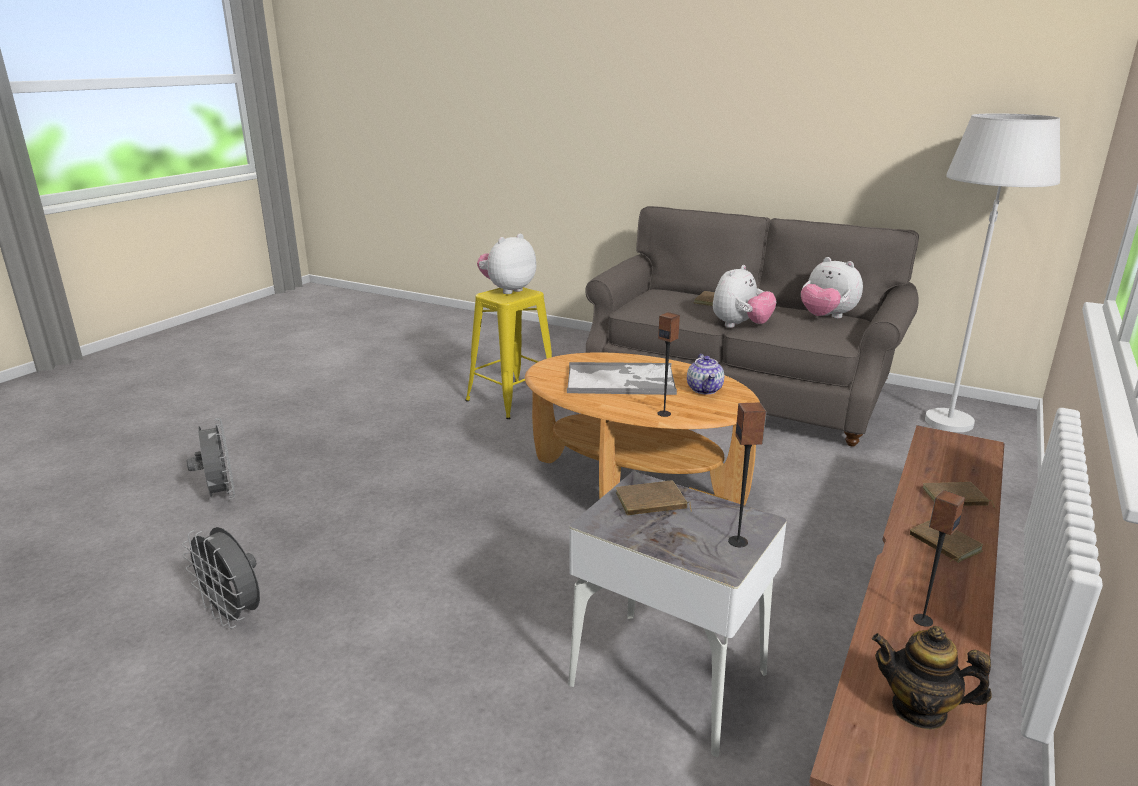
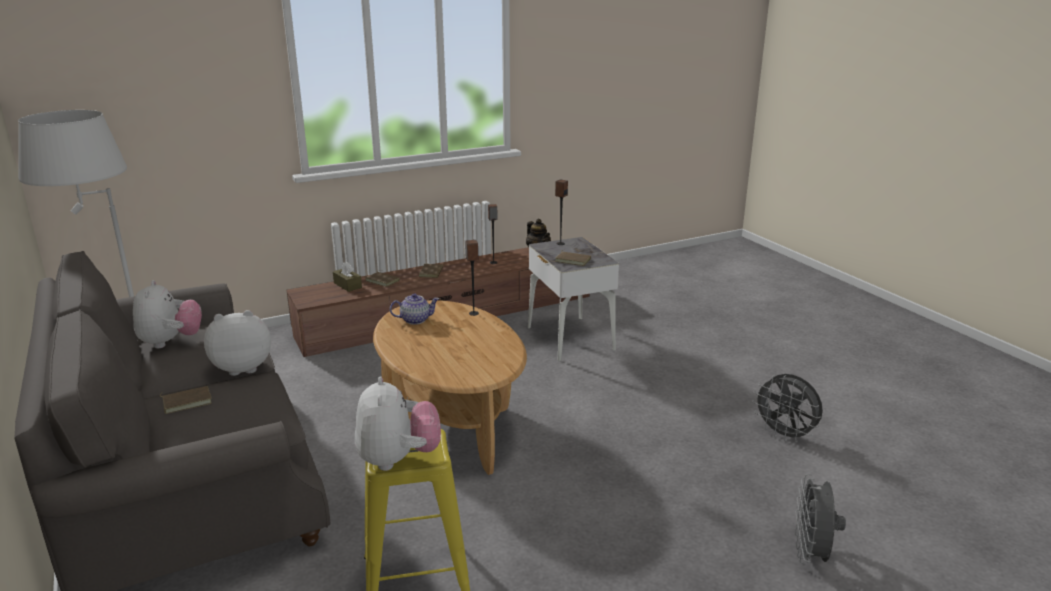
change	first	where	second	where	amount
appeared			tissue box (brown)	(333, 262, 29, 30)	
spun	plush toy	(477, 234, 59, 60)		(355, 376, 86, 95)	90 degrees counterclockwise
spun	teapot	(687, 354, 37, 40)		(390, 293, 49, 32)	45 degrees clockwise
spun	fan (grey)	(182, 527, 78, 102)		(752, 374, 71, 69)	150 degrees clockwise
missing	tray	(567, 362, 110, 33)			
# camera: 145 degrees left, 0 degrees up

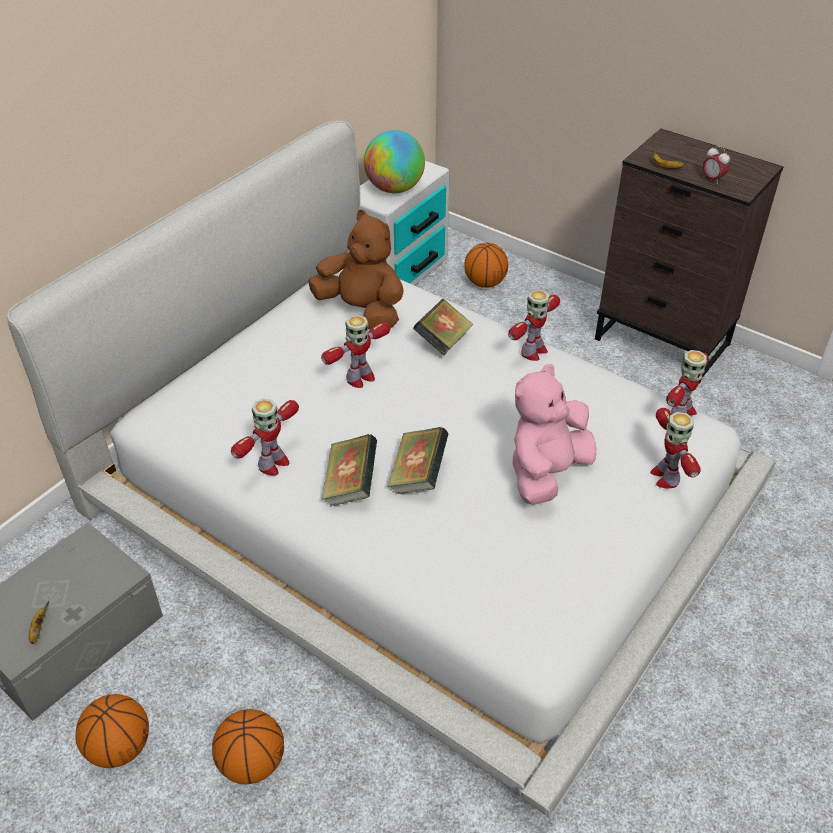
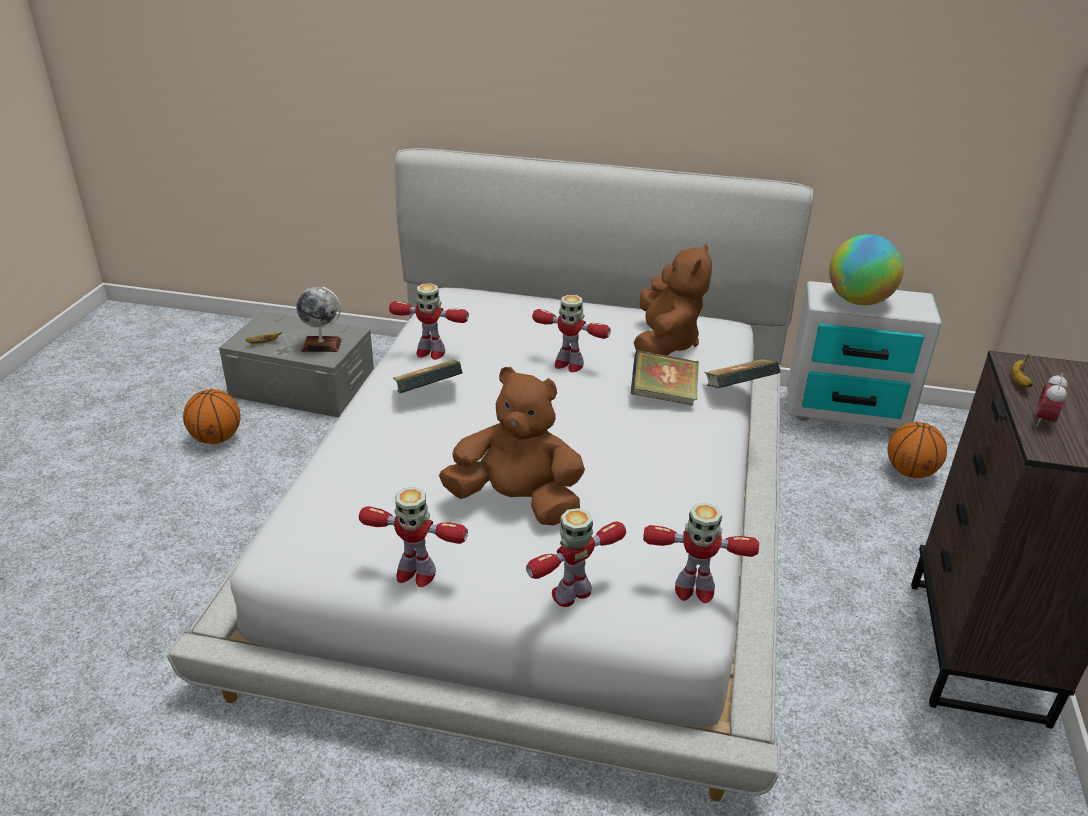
change	first	where	second	where	amount
appeared			globe	(296, 287, 46, 65)	
relocated	toy robot	(508, 290, 52, 71)		(359, 487, 109, 100)	
colour	plush toy (pink)	(512, 364, 84, 141)	plush toy (brown)	(439, 367, 146, 159)	
relocated	book	(387, 427, 61, 68)		(704, 359, 76, 29)	
missing	basketball	(212, 709, 72, 75)			
# camera: 65 degrees right, 10 degrees down

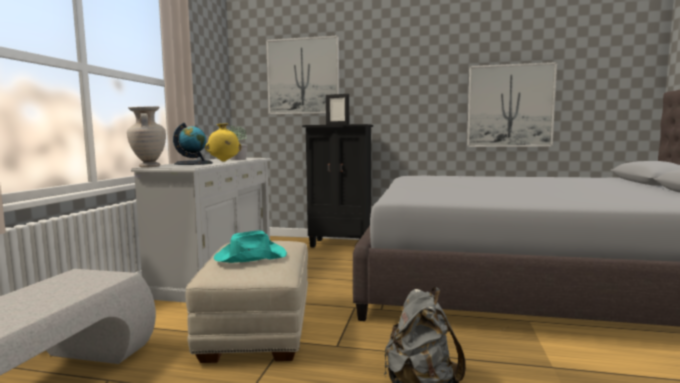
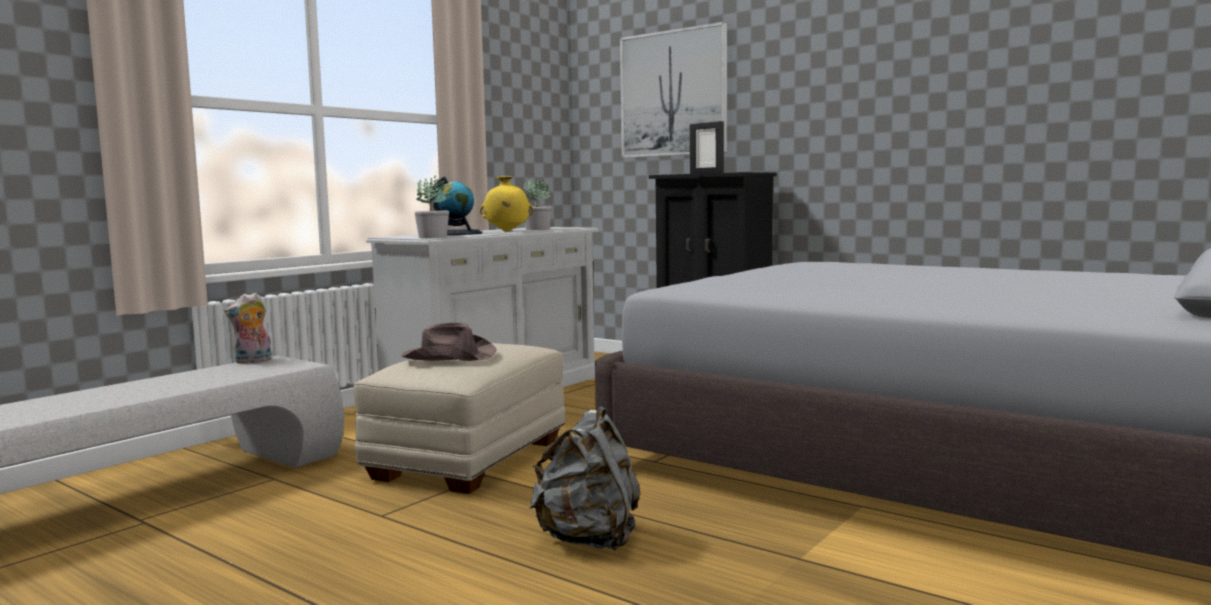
change	first	where	second	where	amount
appeared			plush toy	(225, 293, 47, 71)	
colour	hat (turquoise)	(214, 230, 73, 33)	hat (brown)	(401, 323, 96, 38)	
appeared			potted plant	(414, 175, 35, 63)	
missing	vase (beige)	(127, 106, 39, 62)			
missing	picture	(467, 62, 90, 85)			
# camera: 25 degrees right, 0 degrees up

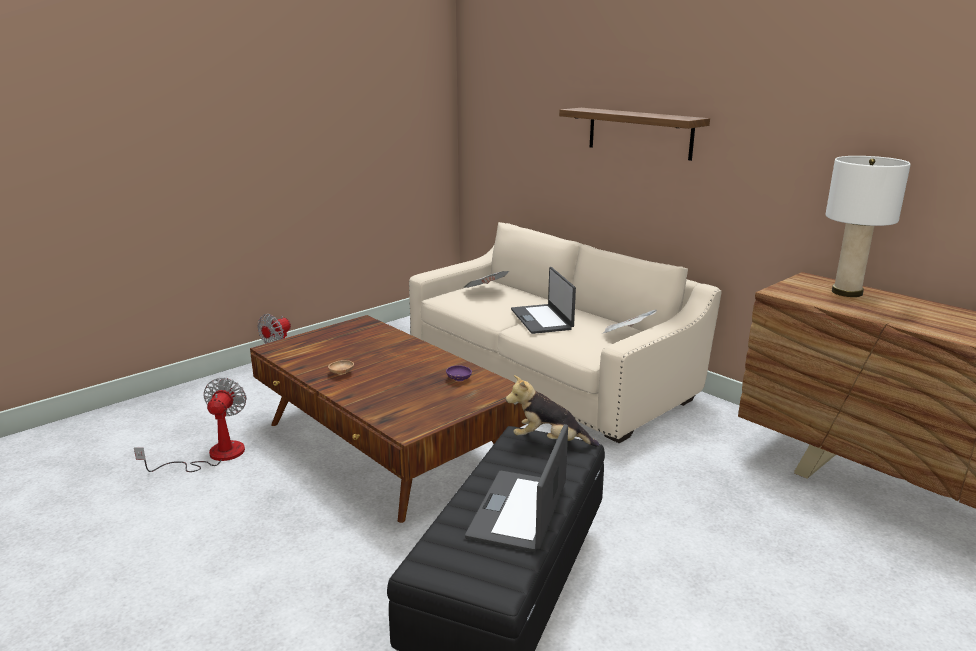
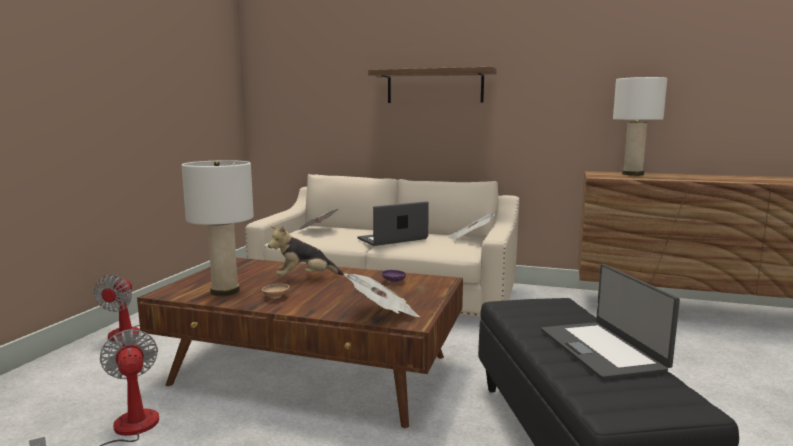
change	first	where	second	where	amount
appeared			table lamp (white)	(182, 160, 72, 136)	
relocated	plush toy	(506, 375, 93, 72)		(268, 226, 75, 50)	
appeared			newspaper	(344, 273, 76, 44)	
spun	laptop	(511, 267, 65, 67)		(357, 201, 72, 45)	105 degrees clockwise
# camera: 30 degrees left, 10 degrees down

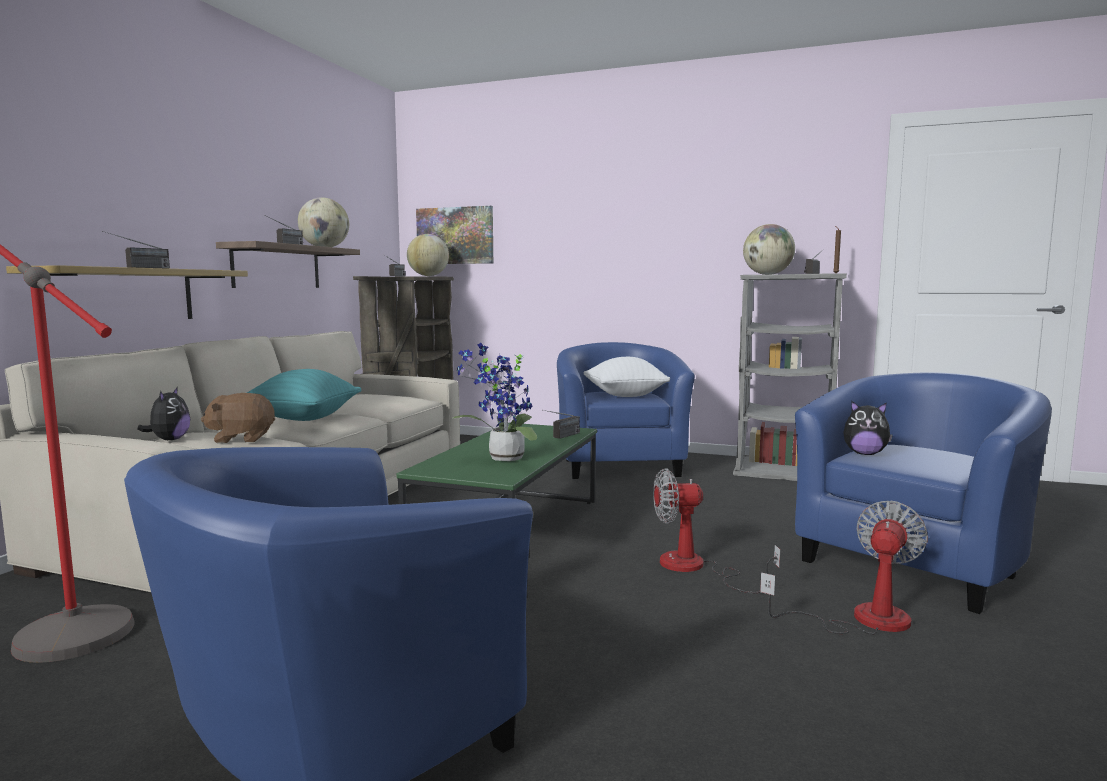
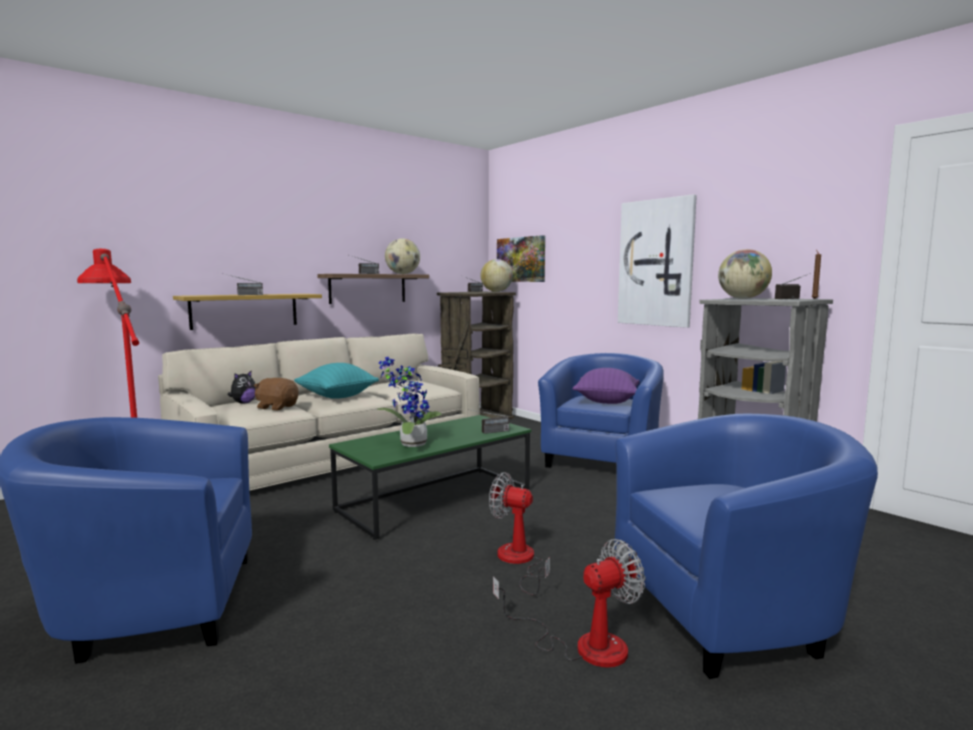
change	first	where	second	where	amount
colour	pillow (white)	(583, 357, 87, 40)	pillow (purple)	(573, 368, 66, 36)	
appeared			picture	(618, 194, 79, 134)	
missing	plush toy	(843, 401, 50, 54)			
# camera: 30 degrees right, 0 degrees up

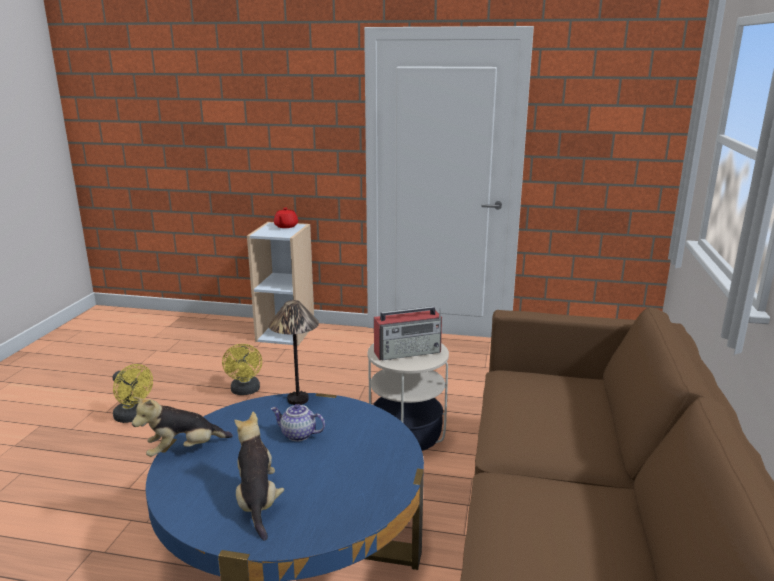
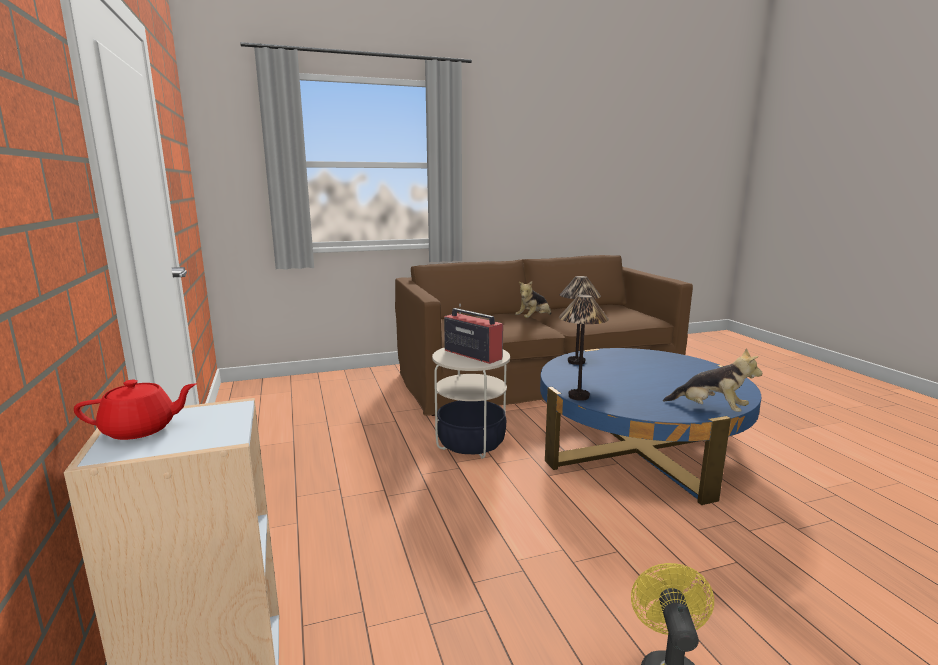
change	first	where	second	where	amount
relocated	plush toy	(234, 412, 50, 129)		(515, 281, 36, 37)	
appeared			table lamp	(560, 276, 41, 89)	
missing	fan (yellow)	(222, 344, 40, 51)			
missing	teapot	(271, 404, 54, 37)			
# camera: 120 degrees left, 5 degrees down

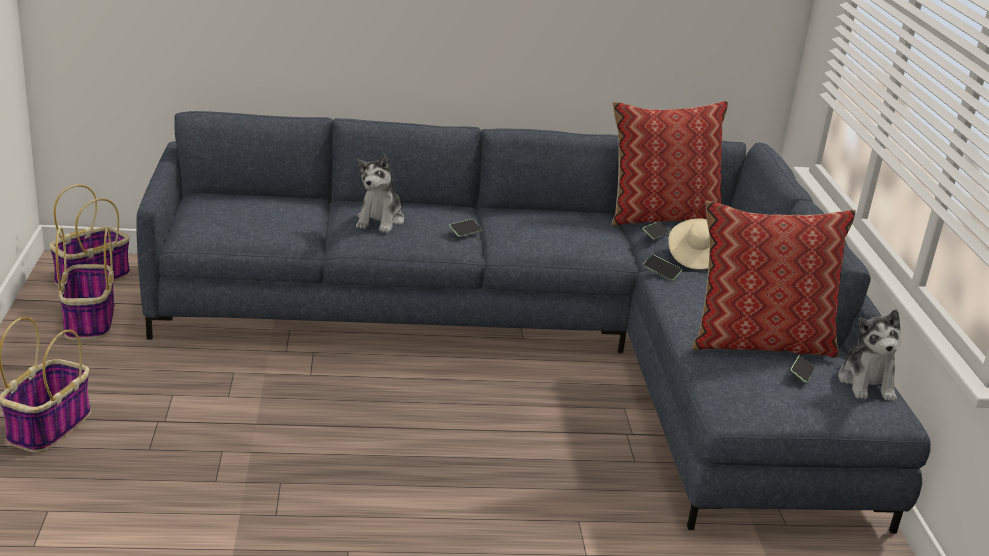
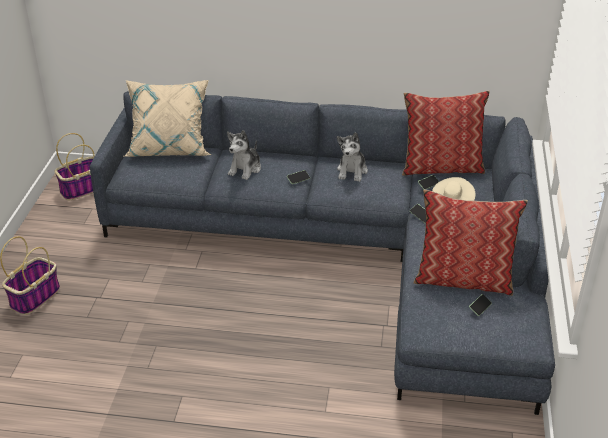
change	first	where	second	where	amount
appeared			pillow (beige)	(125, 80, 86, 77)	
relocated	plush toy	(838, 309, 63, 92)		(337, 132, 31, 50)	
missing	basket	(55, 227, 59, 113)			
# camera: 15 degrees right, 10 degrees up

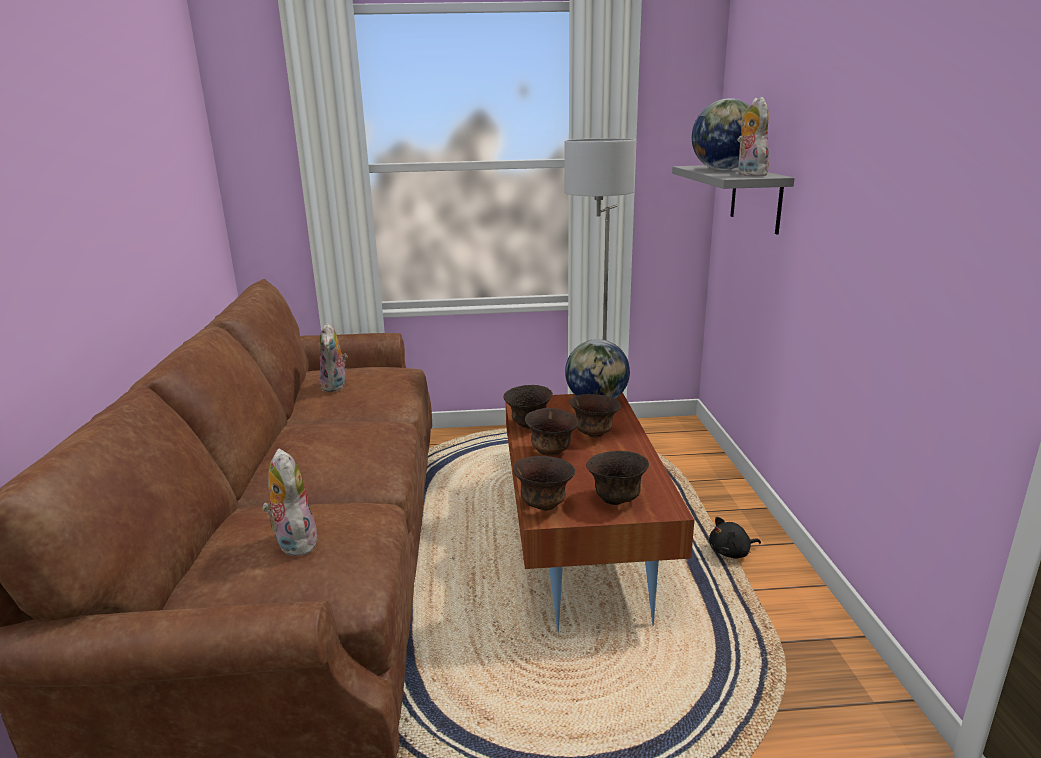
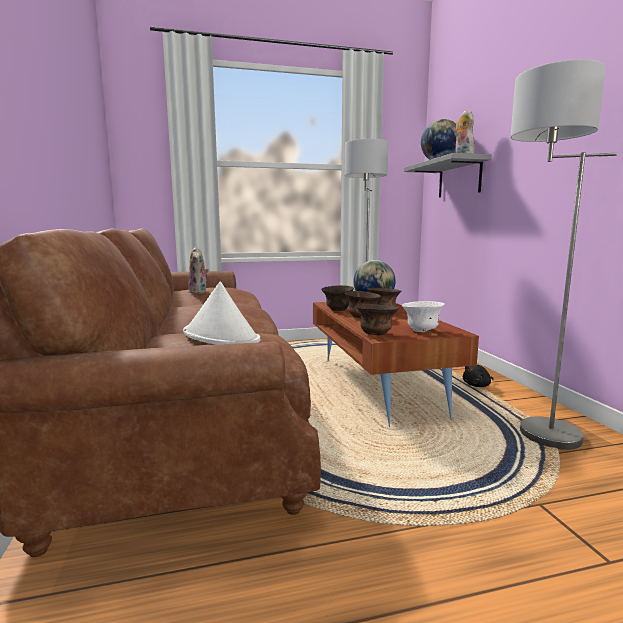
change	first	where	second	where	amount
exchanged	plush toy	(262, 448, 56, 108)	hat (white)	(183, 282, 77, 62)	
colour	bowl (brown)	(586, 451, 63, 54)	bowl (white)	(402, 301, 43, 31)	
appeared			floor lamp (grey)	(511, 59, 106, 391)	
# camera: 10 degrees left, 10 degrees down

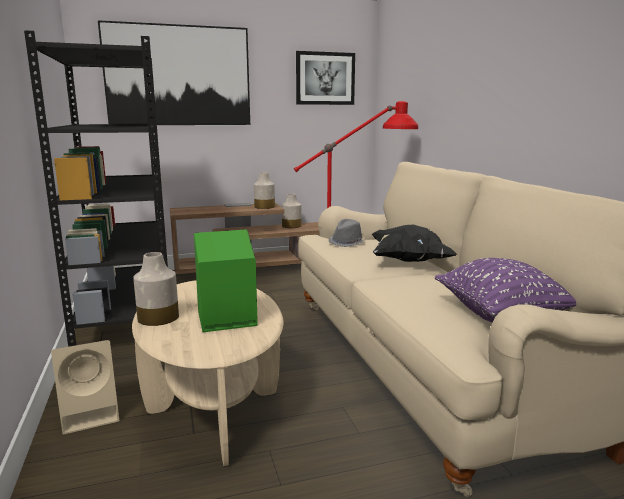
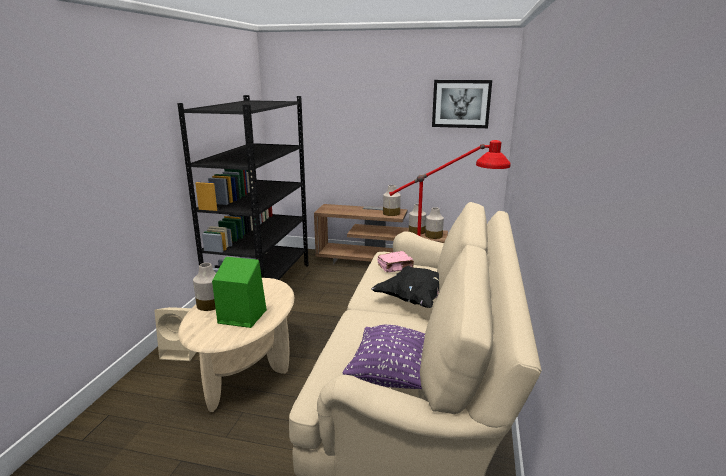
change	first	where	second	where	amount
exchanged	hat (grey)	(329, 219, 36, 28)	book (pink)	(377, 251, 37, 21)	
appeared			vase (beige)	(425, 207, 19, 32)	
missing	picture	(98, 20, 152, 105)			
# camera: 30 degrees right, 5 degrees up

